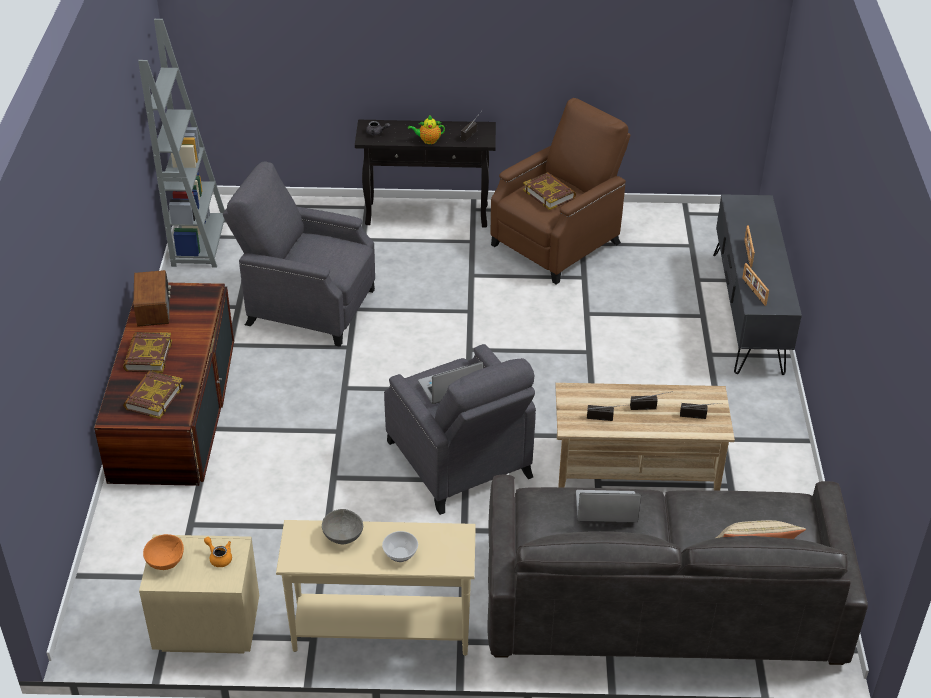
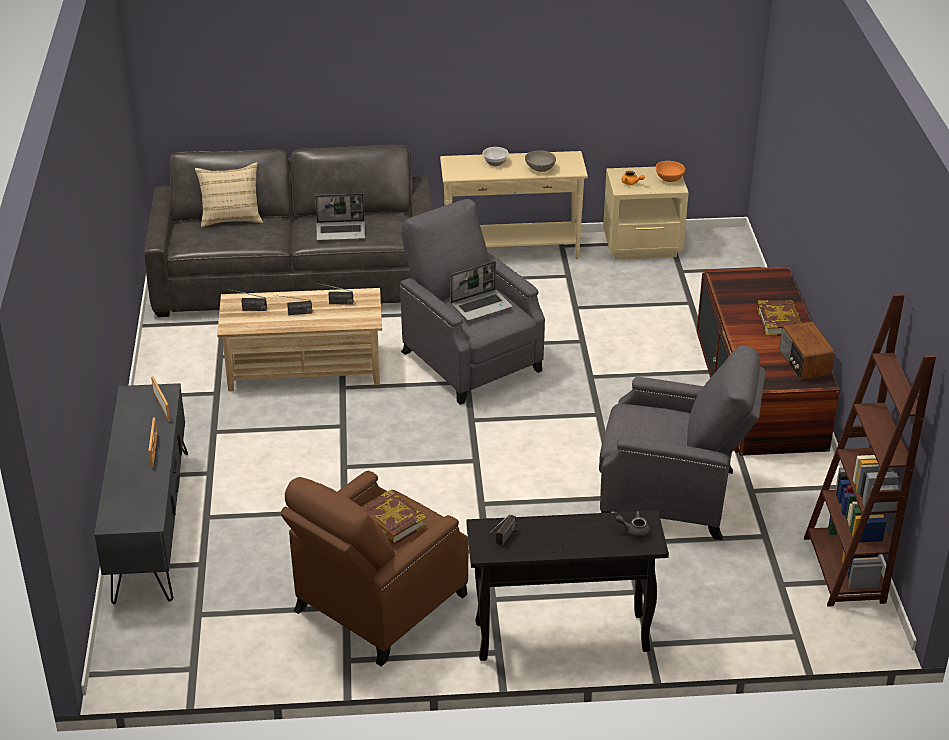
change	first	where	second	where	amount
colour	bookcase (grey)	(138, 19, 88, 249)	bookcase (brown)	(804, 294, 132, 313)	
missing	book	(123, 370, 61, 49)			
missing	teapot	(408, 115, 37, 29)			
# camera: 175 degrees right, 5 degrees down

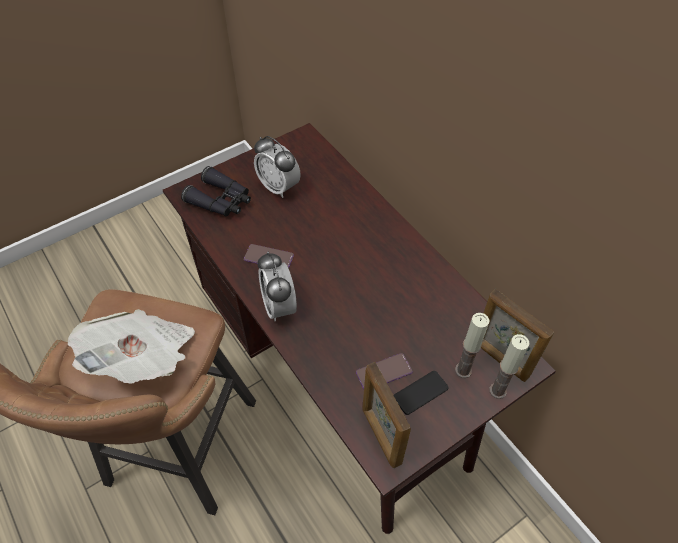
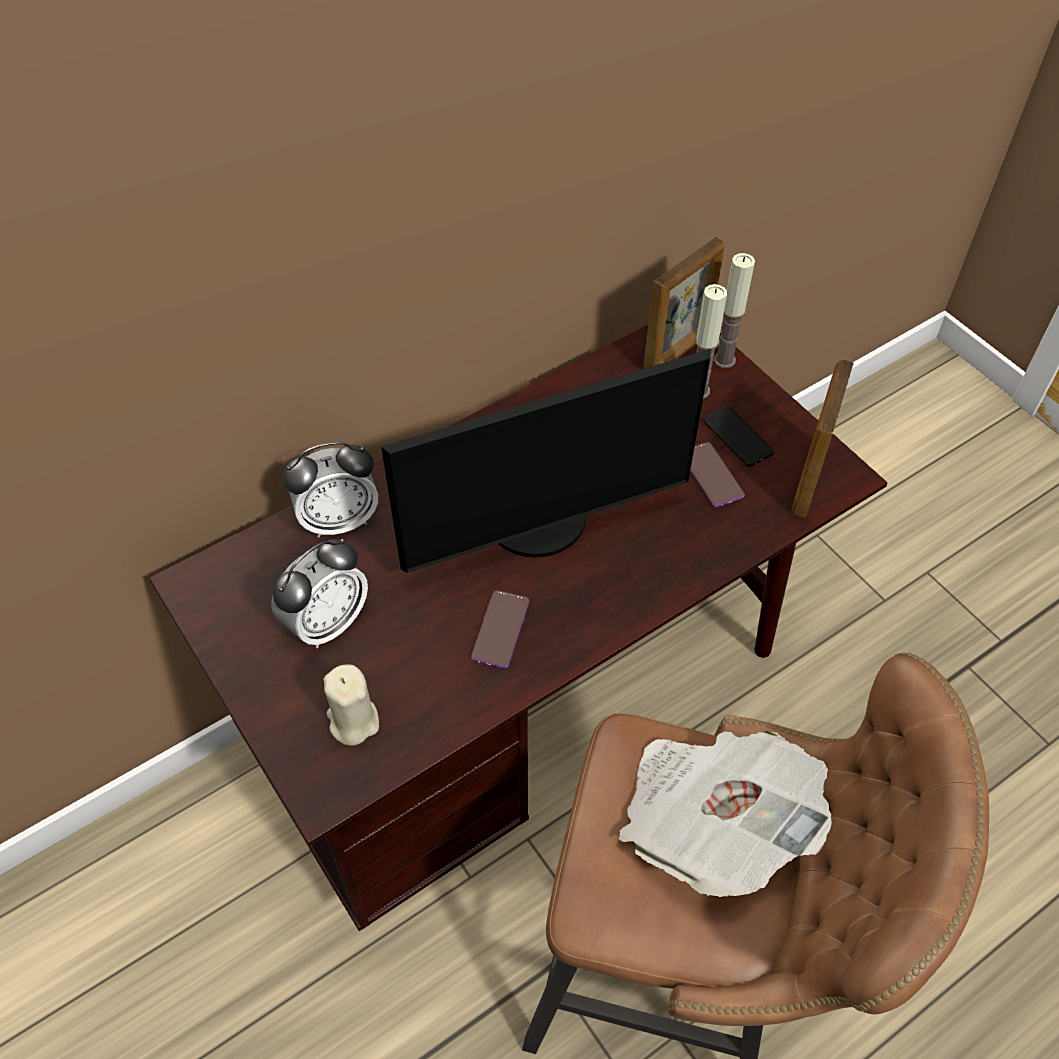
change	first	where	second	where	amount
relocated	alarm clock	(258, 252, 39, 70)		(283, 442, 95, 95)	
exchanged	binoculars (black)	(181, 166, 70, 50)	candle (beige)	(323, 664, 56, 82)	
appeared			monitor	(381, 349, 330, 224)	
spun	picture frame	(362, 362, 49, 106)		(792, 360, 62, 158)	135 degrees clockwise
# camera: 90 degrees left, 0 degrees up

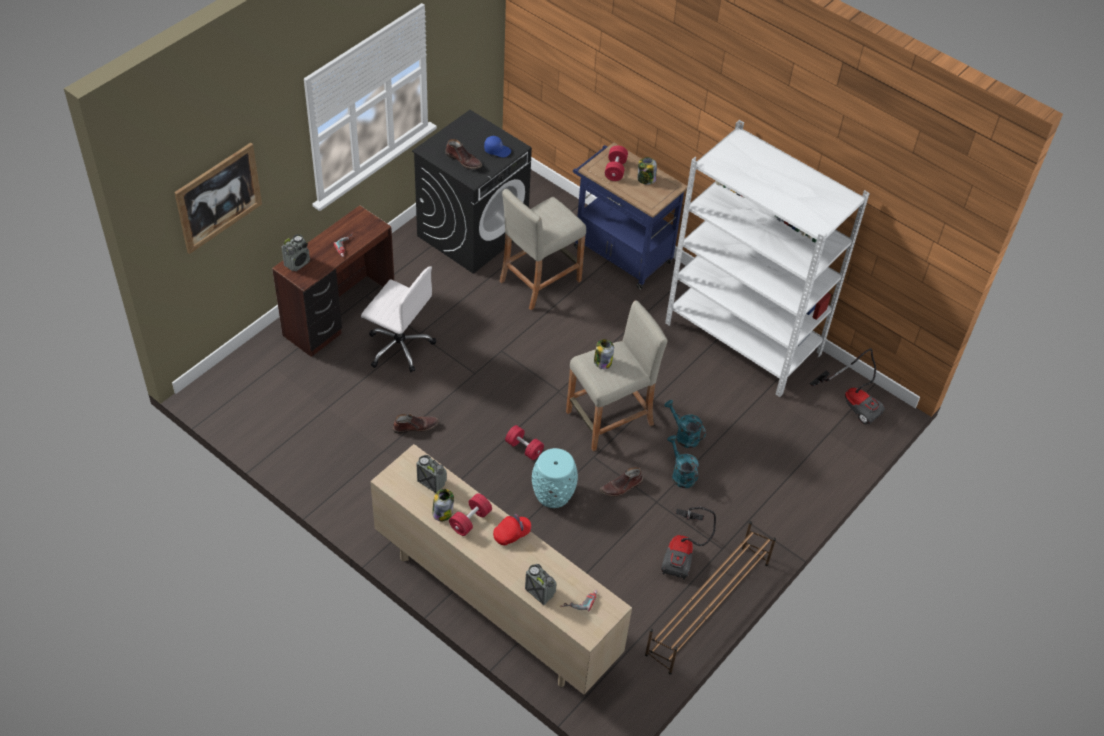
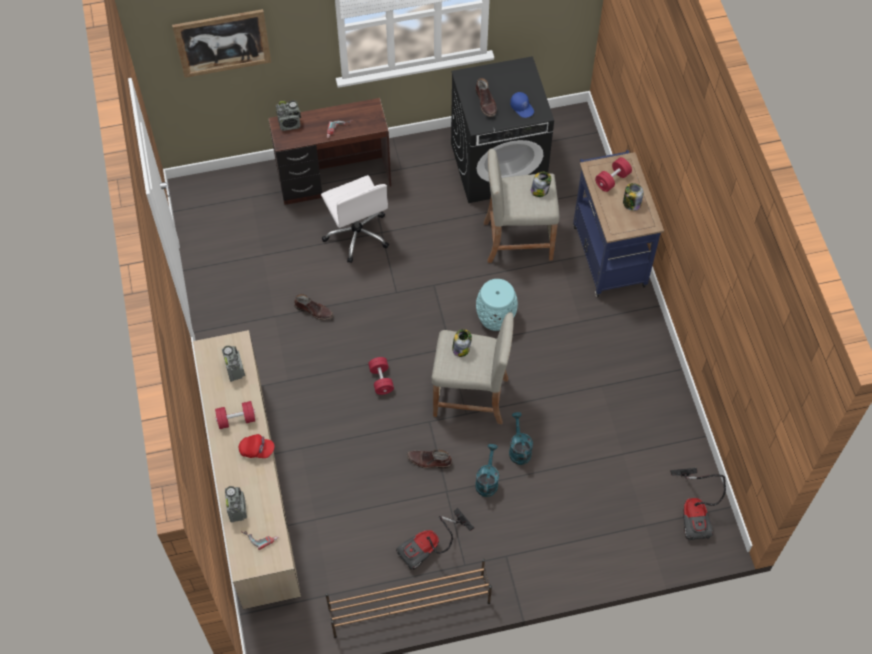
change	first	where	second	where	amount
relocated	stool (turquoise)	(532, 448, 46, 60)		(476, 279, 42, 52)	
relocated	jar	(432, 489, 22, 32)		(531, 172, 20, 25)	
missing	bookcase (white)	(665, 120, 205, 277)			
# camera: 40 degrees right, 10 degrees up

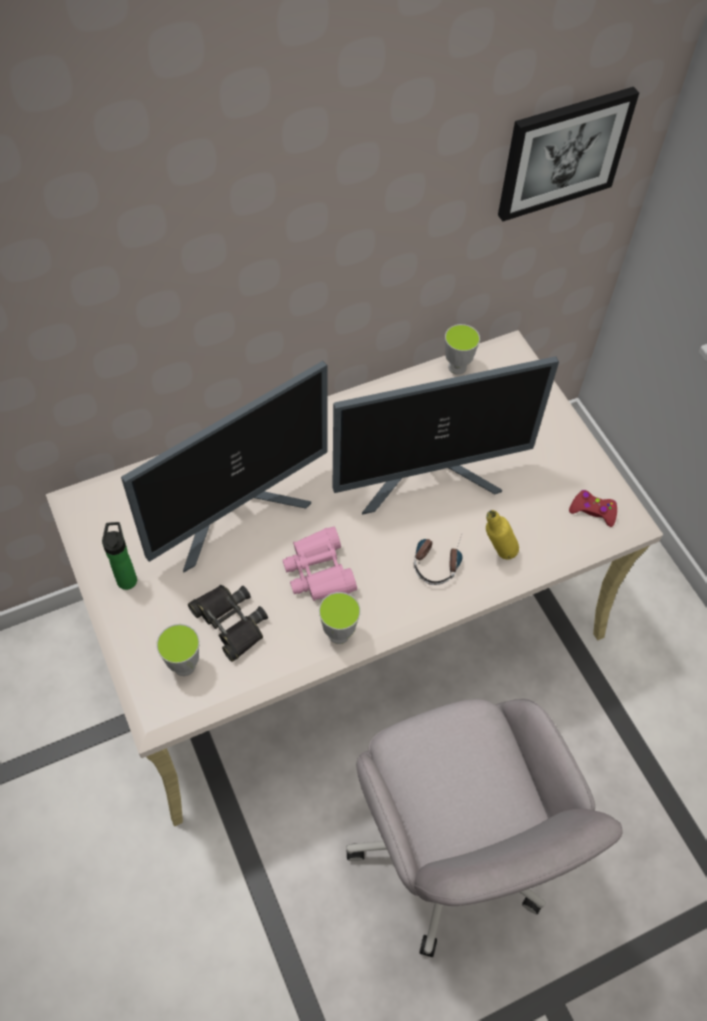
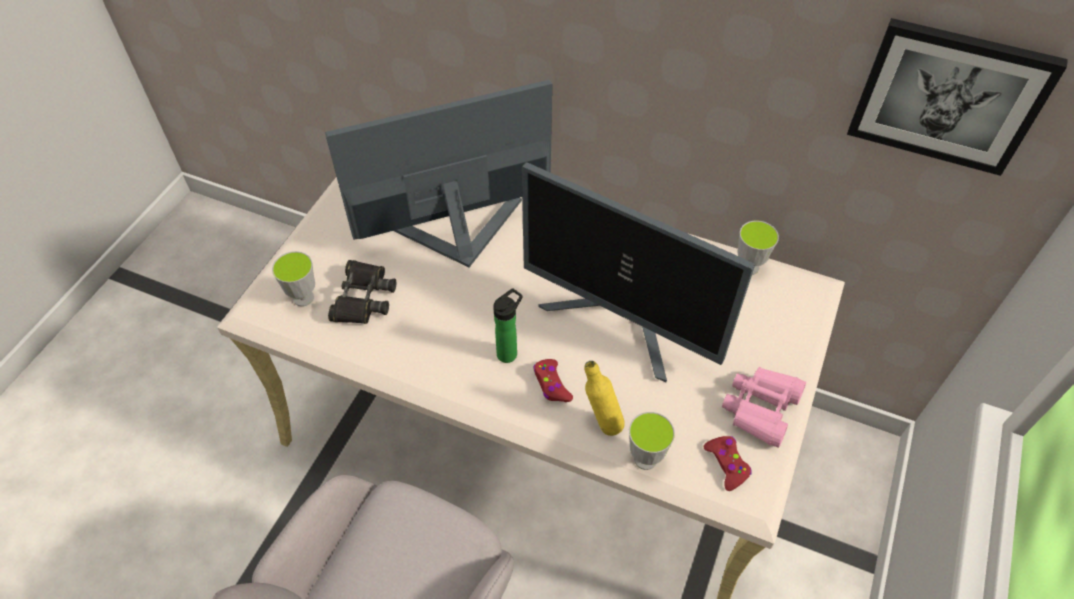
change	first	where	second	where	amount
spun	monitor	(121, 361, 207, 212)		(325, 80, 227, 188)	150 degrees clockwise
relocated	bottle	(102, 522, 35, 68)		(493, 288, 30, 75)	
exchanged	headphones	(414, 535, 49, 50)	game controller (red)	(533, 359, 40, 43)	
relocated	cup	(319, 592, 42, 52)		(629, 412, 46, 58)	
relocated	binoculars (pink)	(283, 526, 74, 75)		(722, 367, 84, 81)	
# camera: 50 degrees right, 5 degrees down

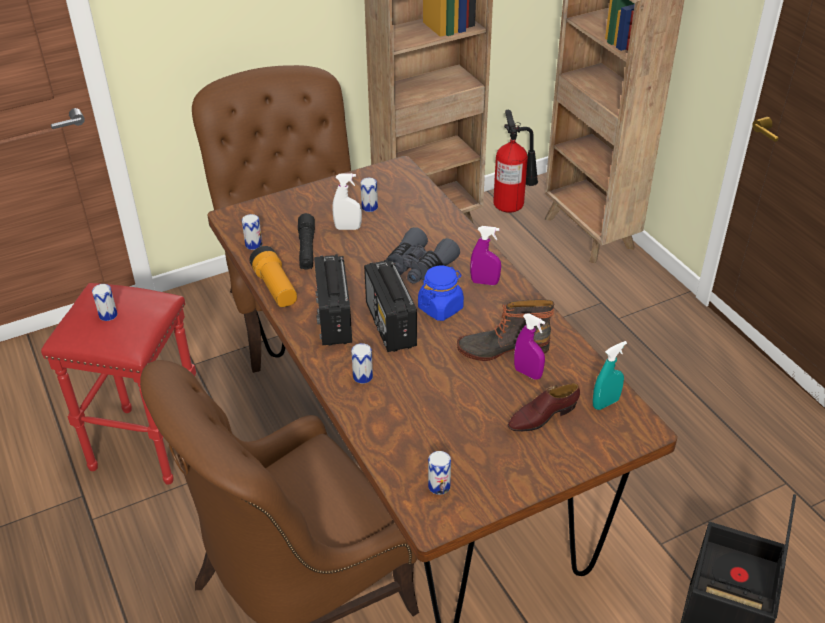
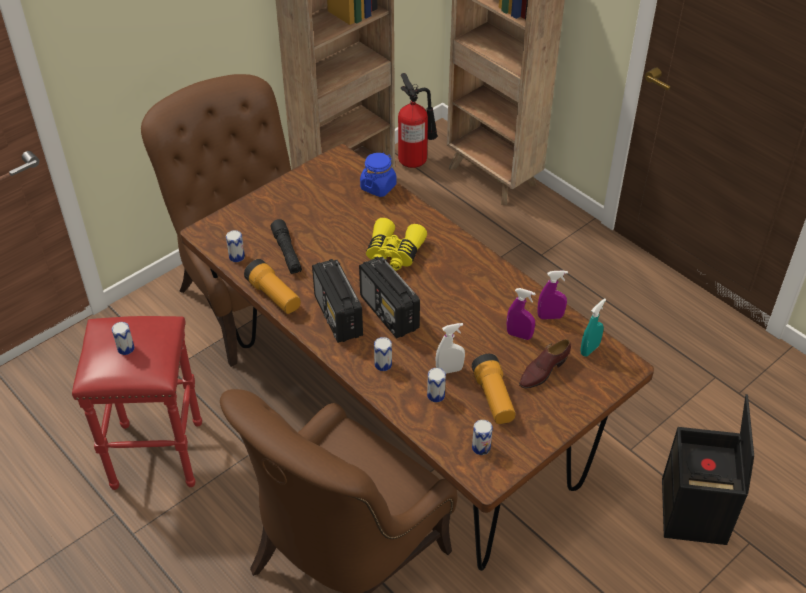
change	first	where	second	where	amount
relocated	jar (blue)	(418, 266, 46, 55)		(360, 152, 37, 45)	
colour	binoculars (grey)	(386, 227, 74, 57)	binoculars (yellow)	(366, 218, 61, 53)	
relocated	can	(361, 177, 17, 35)		(427, 368, 19, 34)	
relocated	spray bottle (white)	(333, 173, 29, 57)		(436, 323, 29, 51)	
appeared			flashlight	(472, 354, 43, 70)	
relocated	spray bottle (purple)	(470, 226, 31, 59)		(538, 270, 30, 49)	
missing	boot	(457, 299, 98, 62)			
# camera: 15 degrees left, 5 degrees up

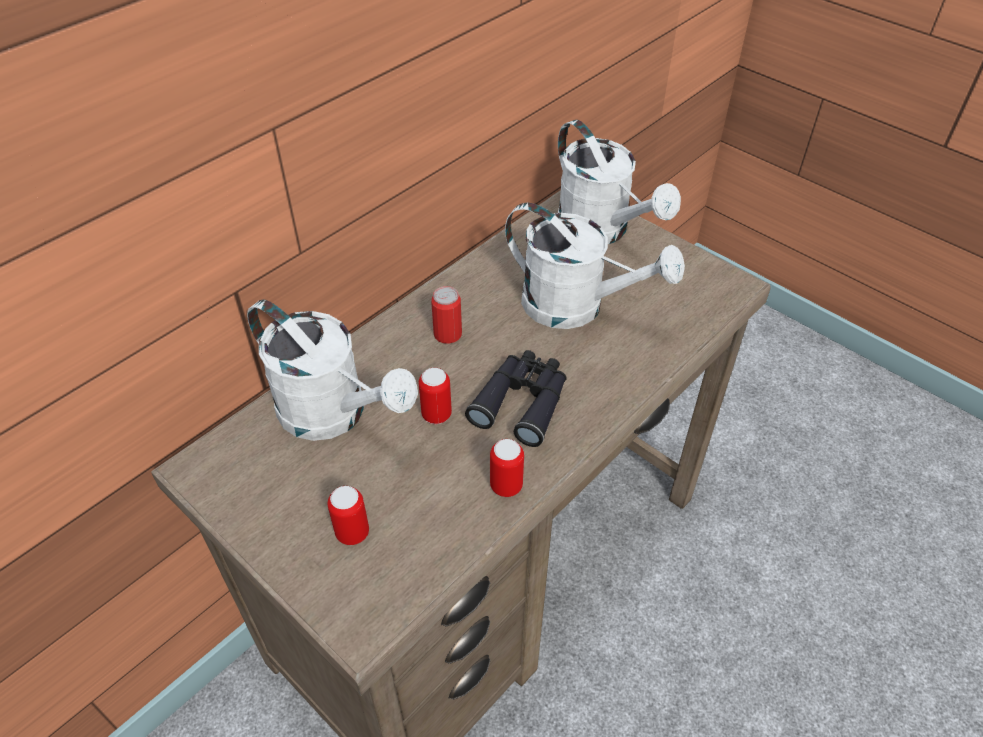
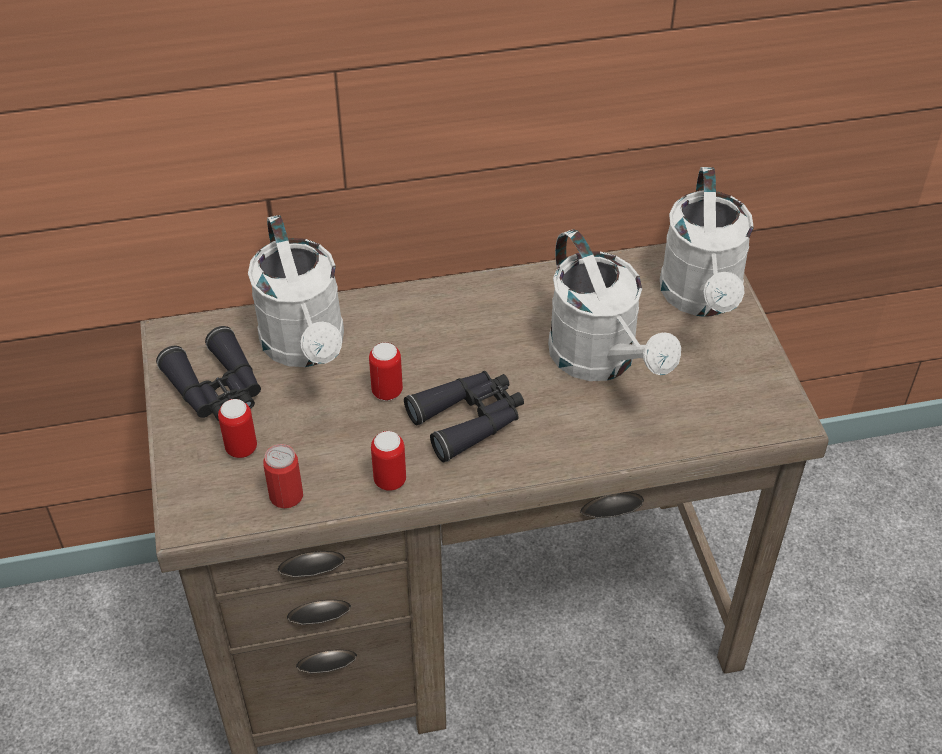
change	first	where	second	where	amount
appeared			binoculars (black)	(156, 326, 105, 95)	
relocated	can	(431, 286, 31, 58)		(263, 444, 40, 64)	
# camera: 35 degrees right, 0 degrees up

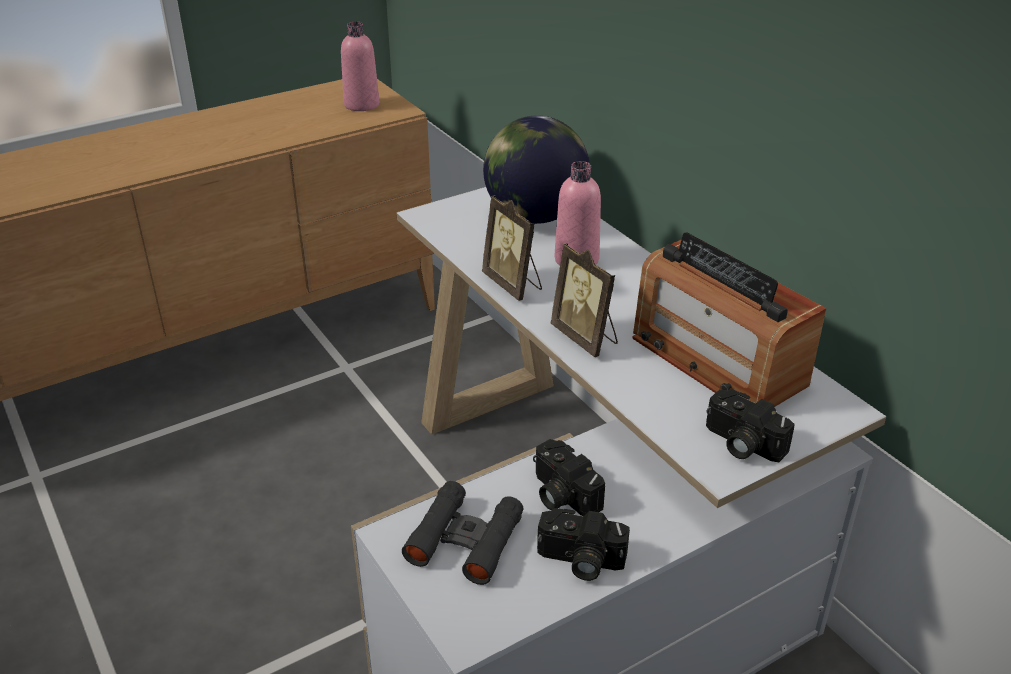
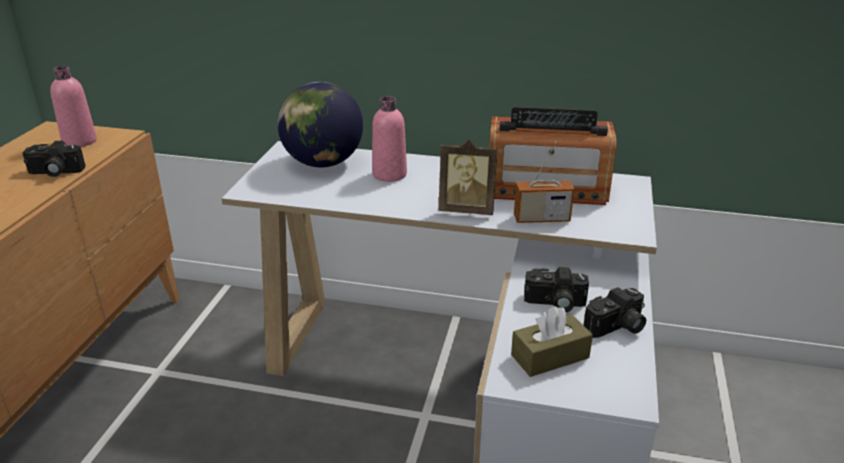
change	first	where	second	where	amount
relocated	photo camera	(706, 389, 89, 73)		(22, 141, 64, 36)	
exchanged	binoculars (black)	(402, 481, 121, 104)	tissue box (brown)	(511, 306, 82, 71)	
appeared			radio	(514, 141, 60, 82)	
missing	picture frame	(482, 195, 60, 106)			
# camera: 45 degrees left, 5 degrees down

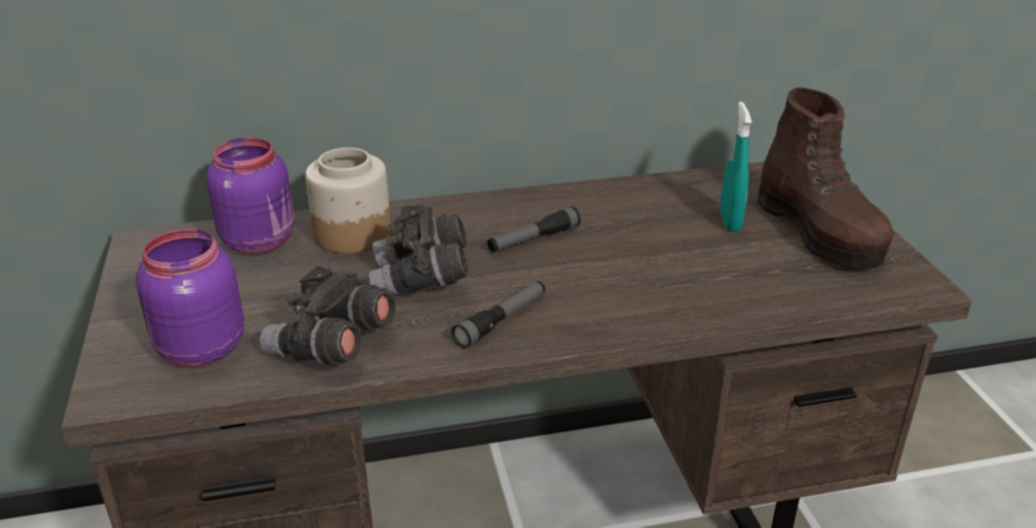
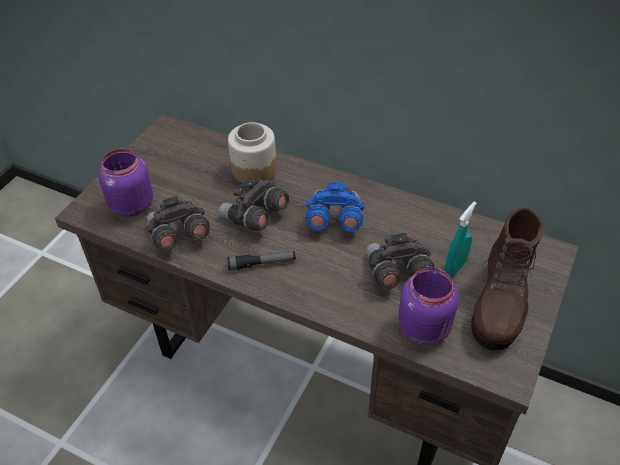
change	first	where	second	where	amount
exchanged	flashlight	(487, 206, 94, 46)	binoculars (blue)	(306, 182, 59, 50)	
appeared			binoculars (grey)	(365, 233, 69, 56)	
relocated	jar (purple)	(207, 138, 88, 116)		(398, 268, 61, 77)	
# camera: 40 degrees right, 15 degrees up

